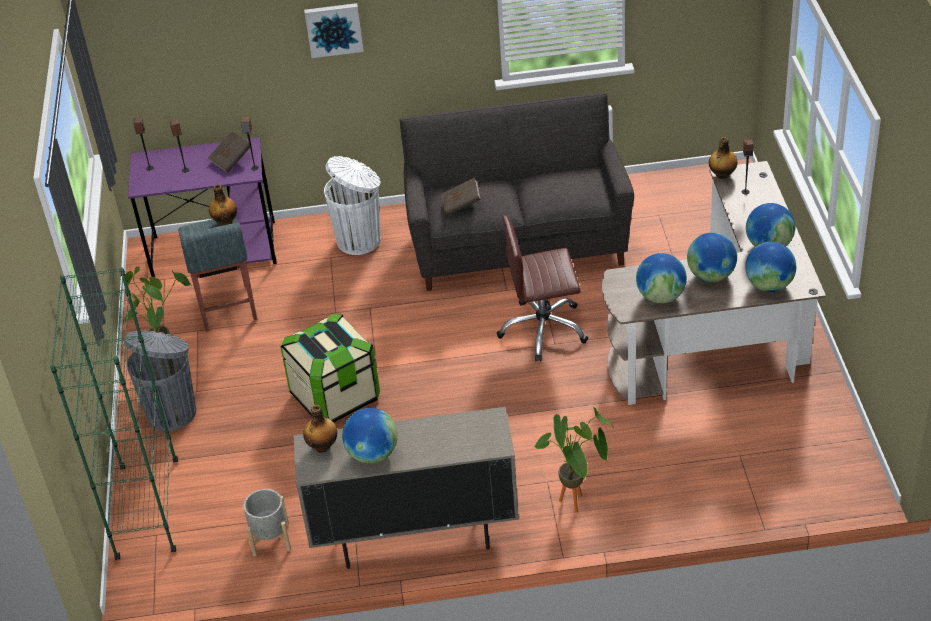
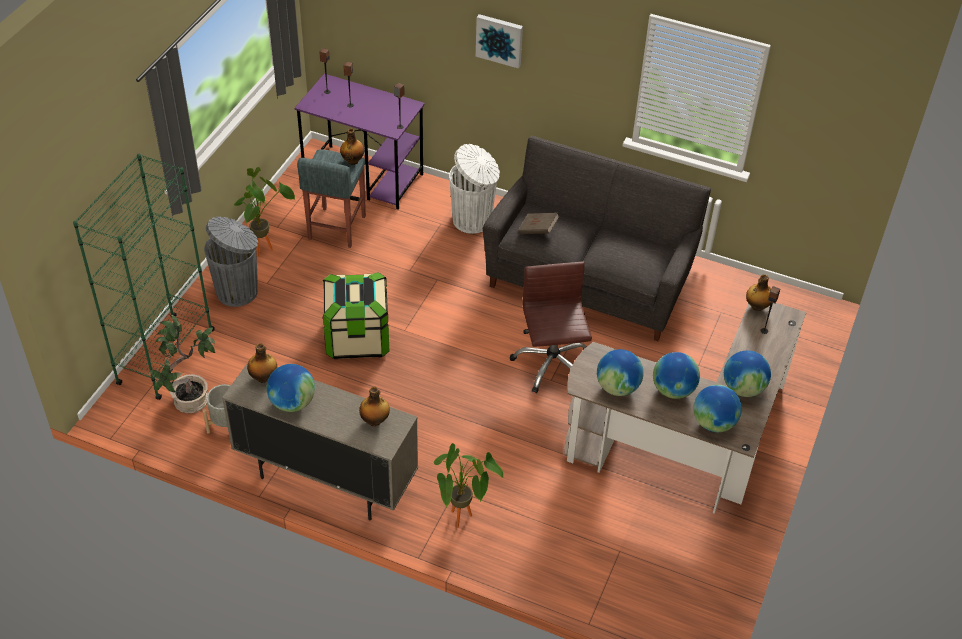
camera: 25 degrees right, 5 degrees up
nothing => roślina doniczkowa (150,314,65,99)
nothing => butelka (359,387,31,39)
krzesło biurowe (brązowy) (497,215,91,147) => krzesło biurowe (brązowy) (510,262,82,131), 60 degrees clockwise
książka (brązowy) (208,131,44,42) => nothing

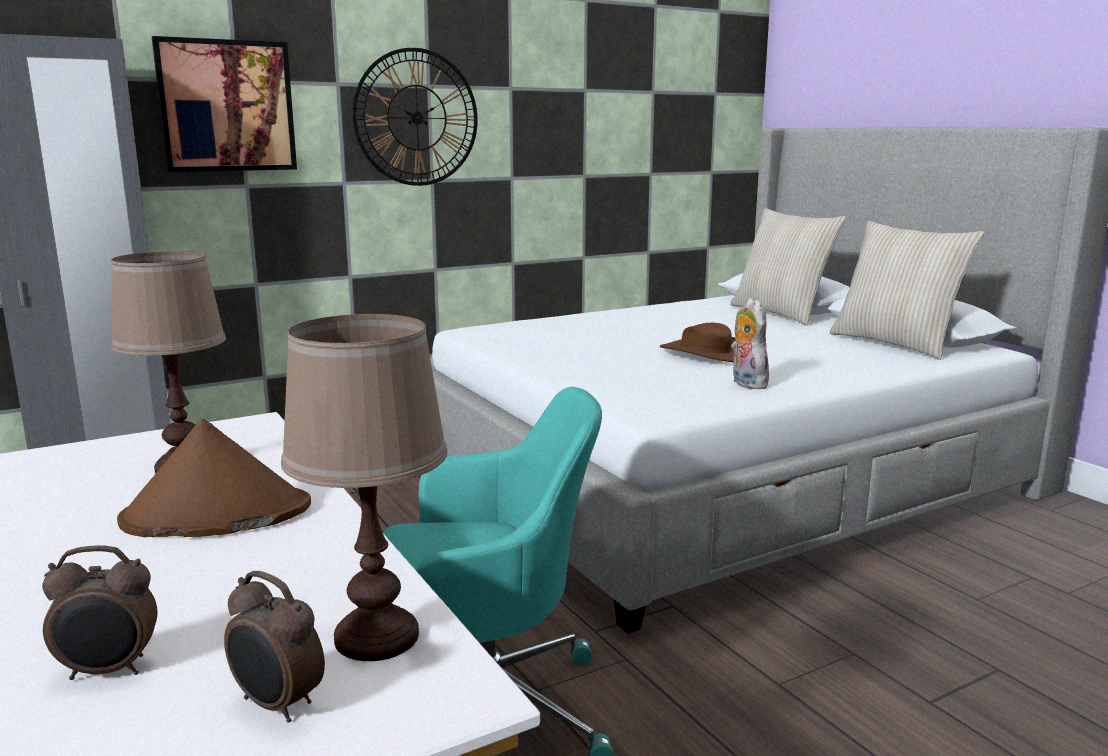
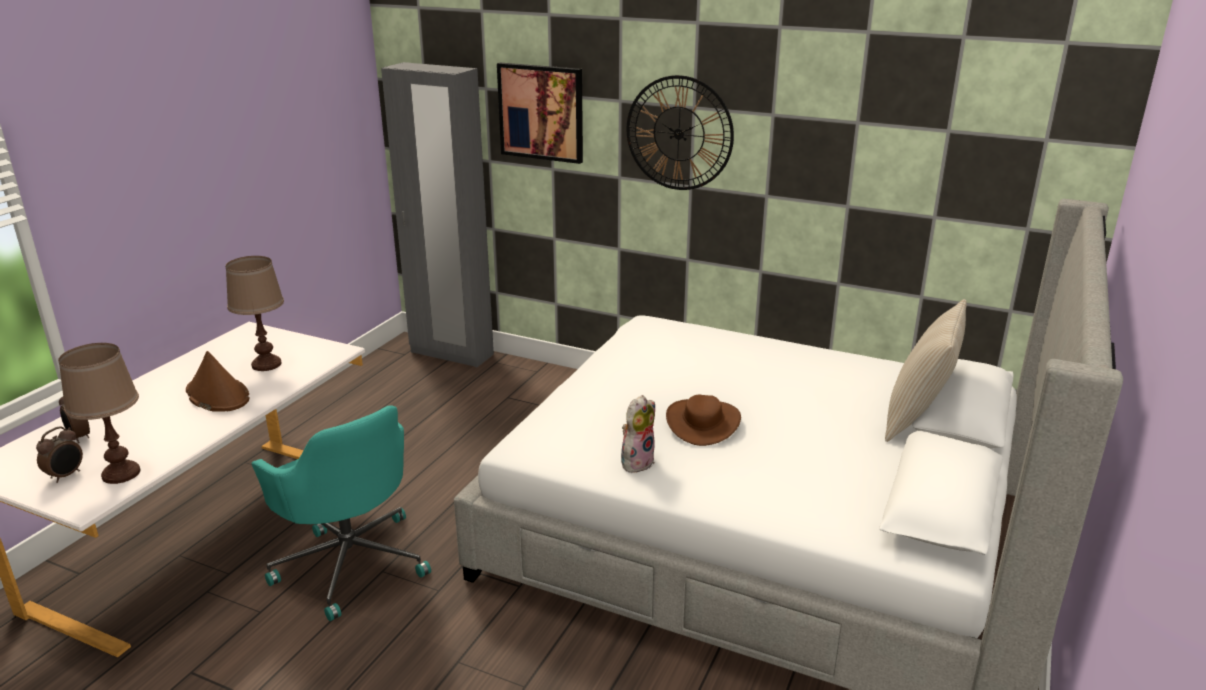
camera: 55 degrees right, 10 degrees up
budzik (224,571,101,152) => budzik (36,426,47,57), 150 degrees counterclockwise
poduszka (beżowy) (830,221,154,139) => nothing

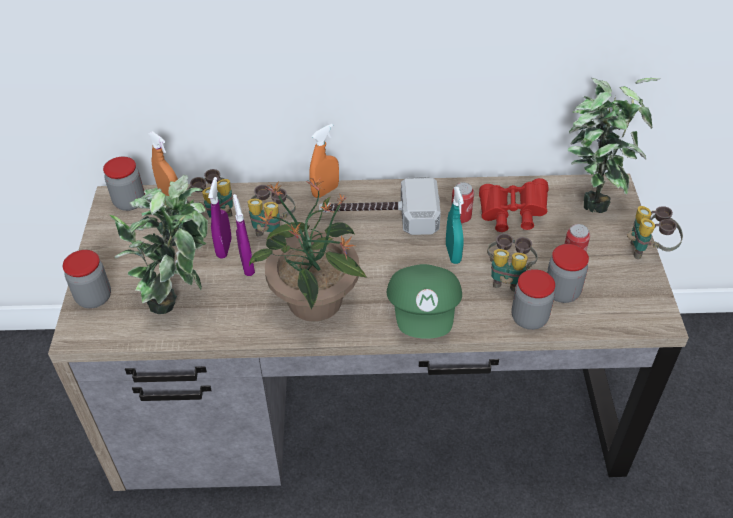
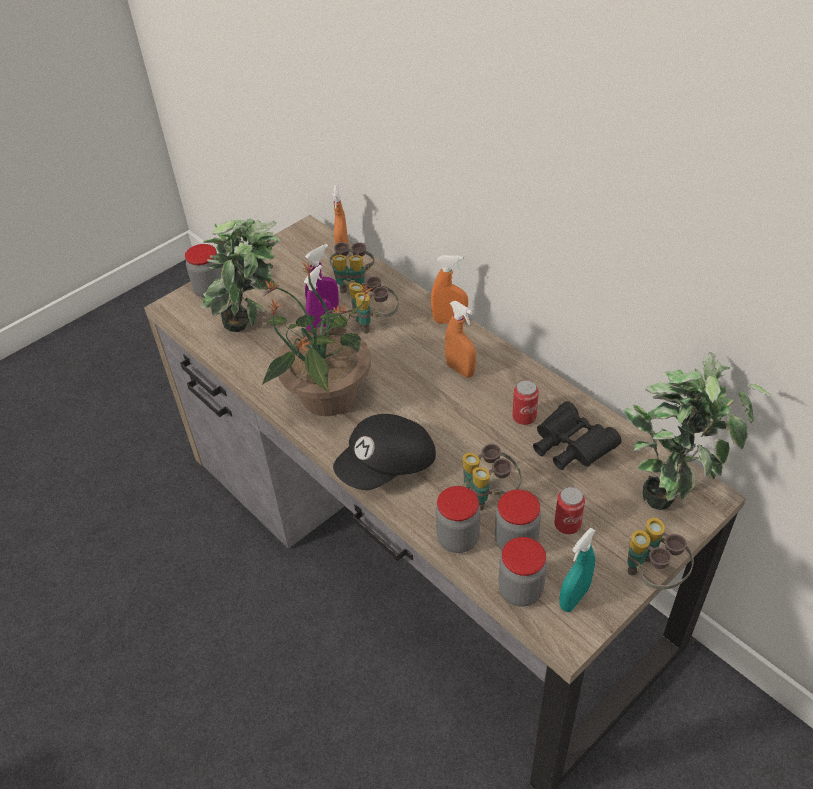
camera: 50 degrees right, 0 degrees up
czapka z daszkiem (zielony) (387,264,75,75) => czapka z daszkiem (czarny) (333,414,103,76)
młotek (319,177,122,58) => spryskiwacz (pomarańczowy) (445,301,31,77)
słoik (103,157,42,54) => słoik (499,537,48,70), shifted
lornetka (czerwony) (479,178,70,54) => lornetka (czarny) (533,401,89,69)
spryskiwacz (turkusowy) (446,187,18,77) => spryskiwacz (turkusowy) (559,528,36,84), shifted

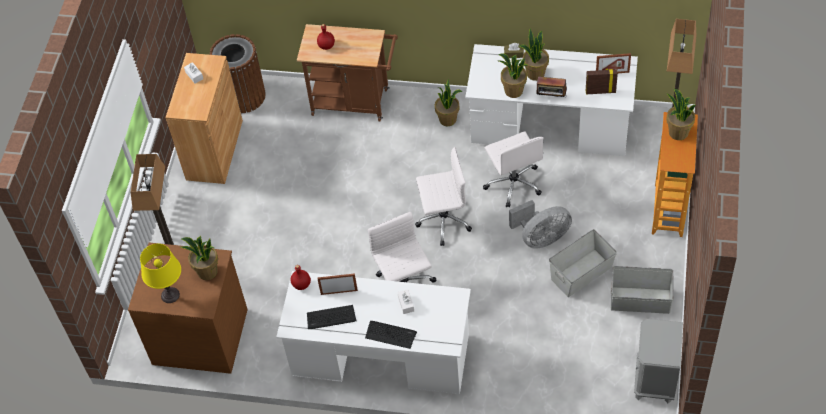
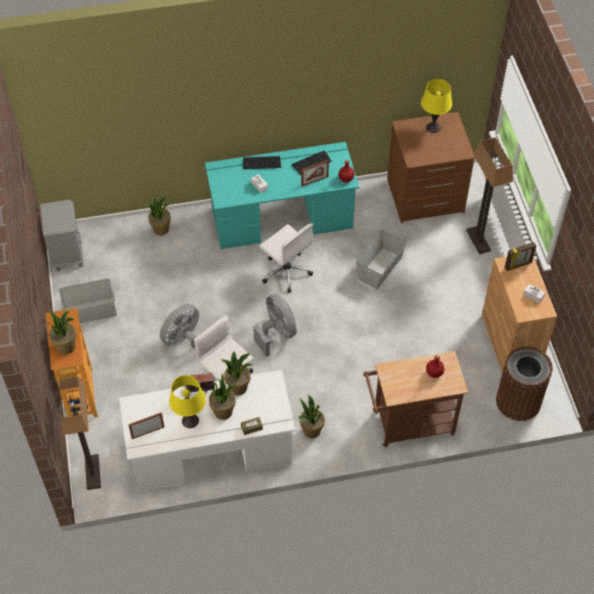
camera: 155 degrees right, 0 degrees up
roślina doniczkowa (181,236,37,44) => roślina doniczkowa (144,195,27,41), shifted
nothing => lampa stołowa (żółty) (169,375,37,53)
biurko (biały) (276,271,195,124) => biurko (turkusowy) (205,142,154,107)
krzesło biurowe (biały) (415,147,57,99) => wentylator (szary) (253,294,44,63)
pojemnik do przechowywania (szary) (549,229,68,68) => pojemnik do przechowywania (szary) (356,229,51,60), shifted
ramka na zdjęcie (586,68,32,26) => ramka na zdjęcie (505,242,31,29), shifted

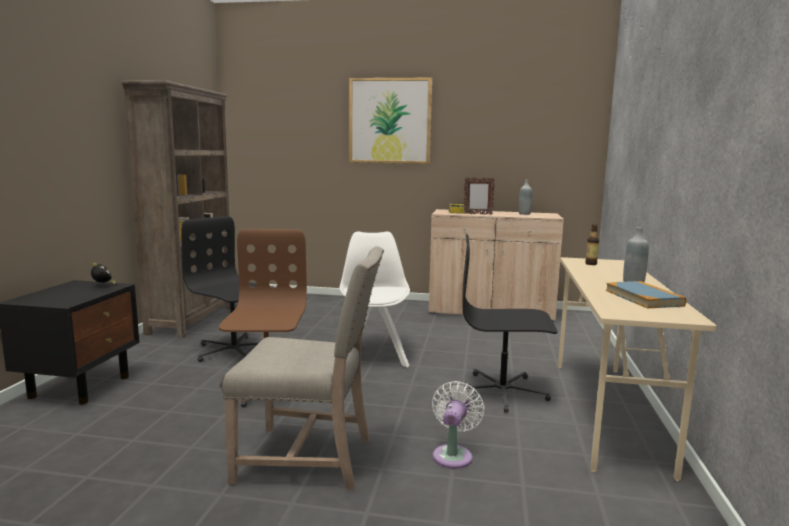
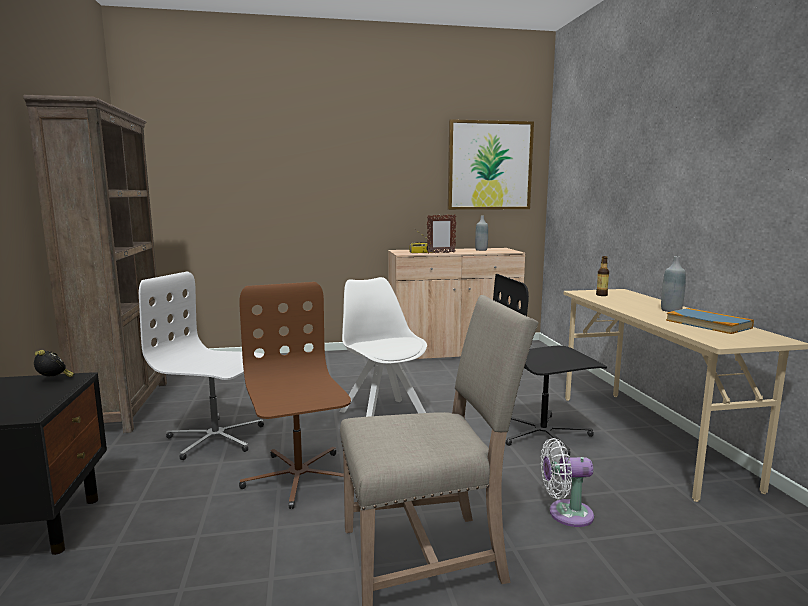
camera: 20 degrees left, 0 degrees up
krzesło biurowe (czarny) (181,216,94,146) => krzesło biurowe (biały) (139,272,125,188)
obraz (349,78,83,86) => obraz (448,119,86,91), shifted
wentylator (biały) (432,381,53,88) => wentylator (biały) (541,438,53,89), 90 degrees counterclockwise

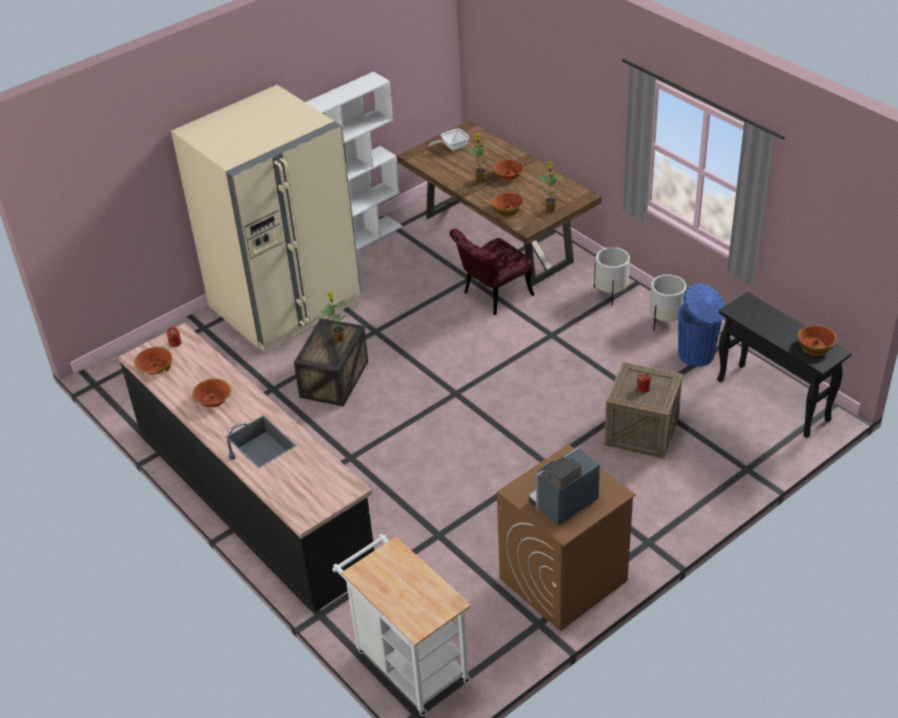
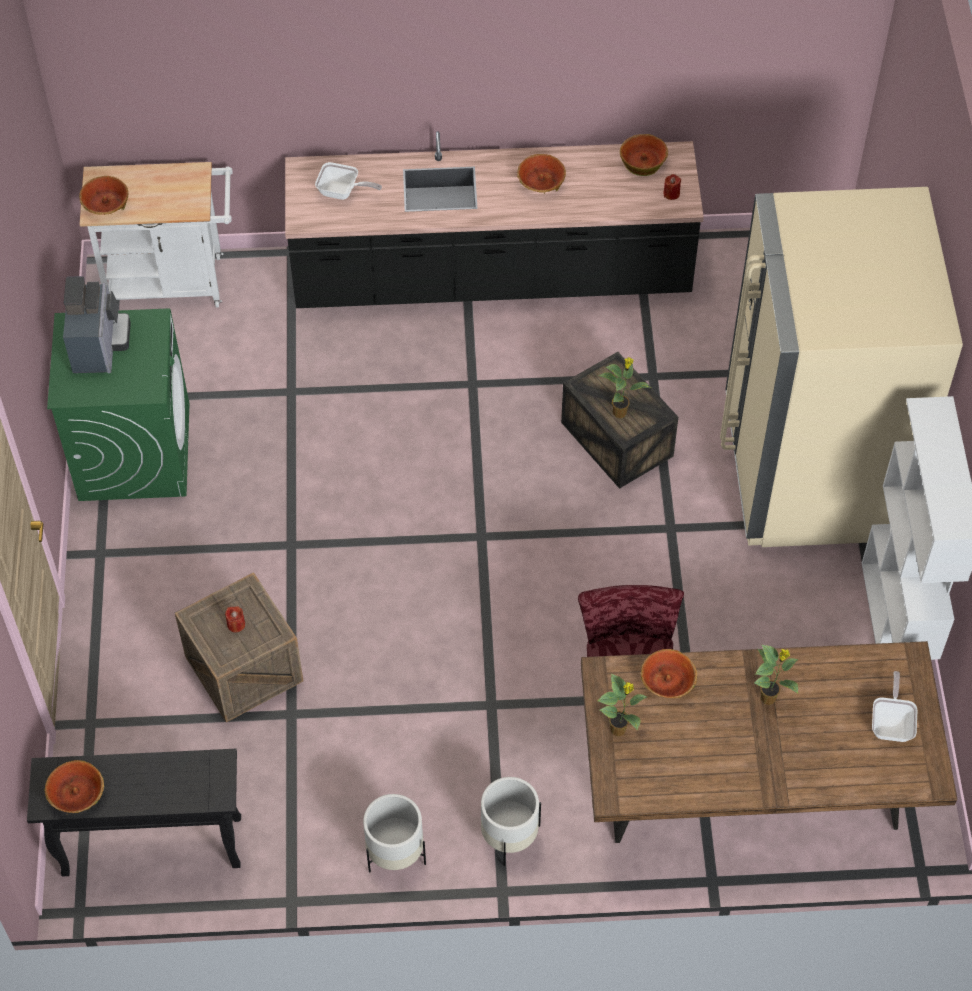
camera: 125 degrees right, 15 degrees up
pralka (brązowy) (497,444,139,187) => pralka (zielony) (47,308,143,193)
miska (493,159,32,21) => miska (79,176,49,39), shifted
nothing => patelnia (315,162,67,38)
kosz na śmieci (niebieski) (678,283,47,83) => nothing

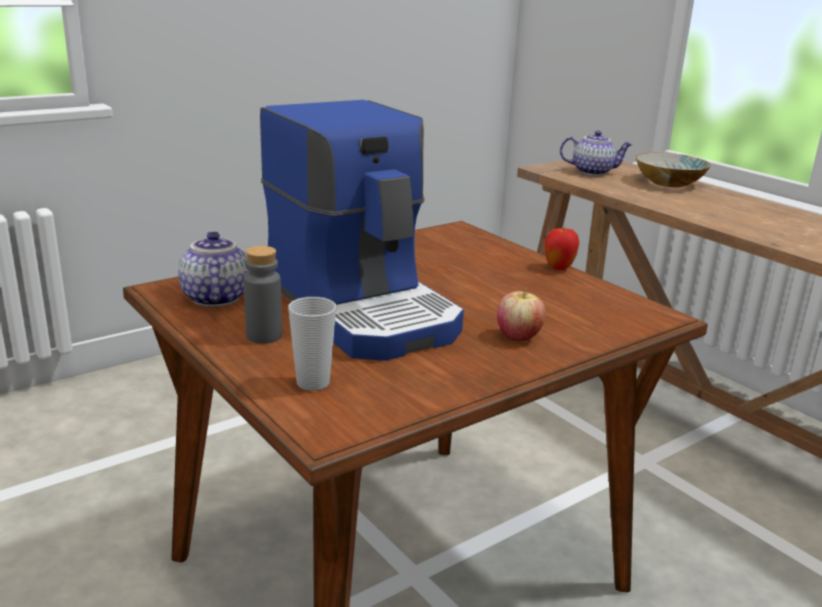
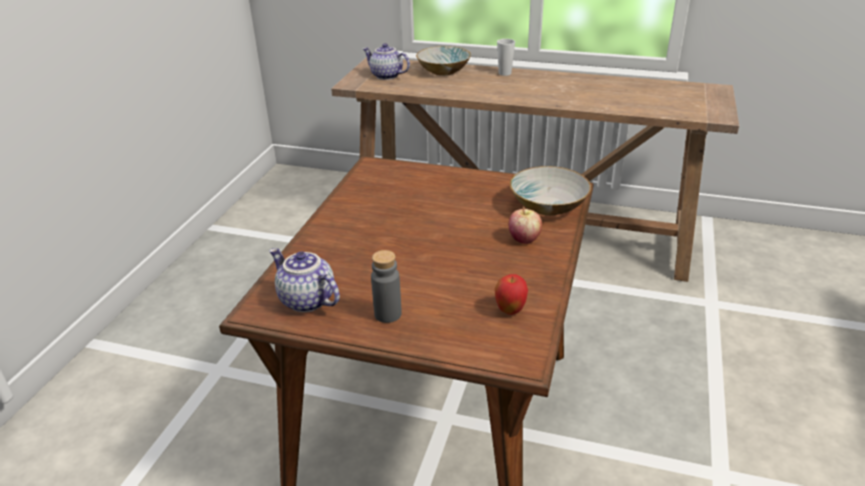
camera: 35 degrees left, 10 degrees up
imbryk (560,131,73,45) => imbryk (363,43,47,37), 120 degrees counterclockwise
jabłko (545,226,34,44) => jabłko (495,274,33,41), shifted
filiżanka (288,297,48,94) => filiżanka (497,39,18,37), shifted
nothing => miska (510,166,81,50)
ekspres do kawy (260,100,204,261) => nothing

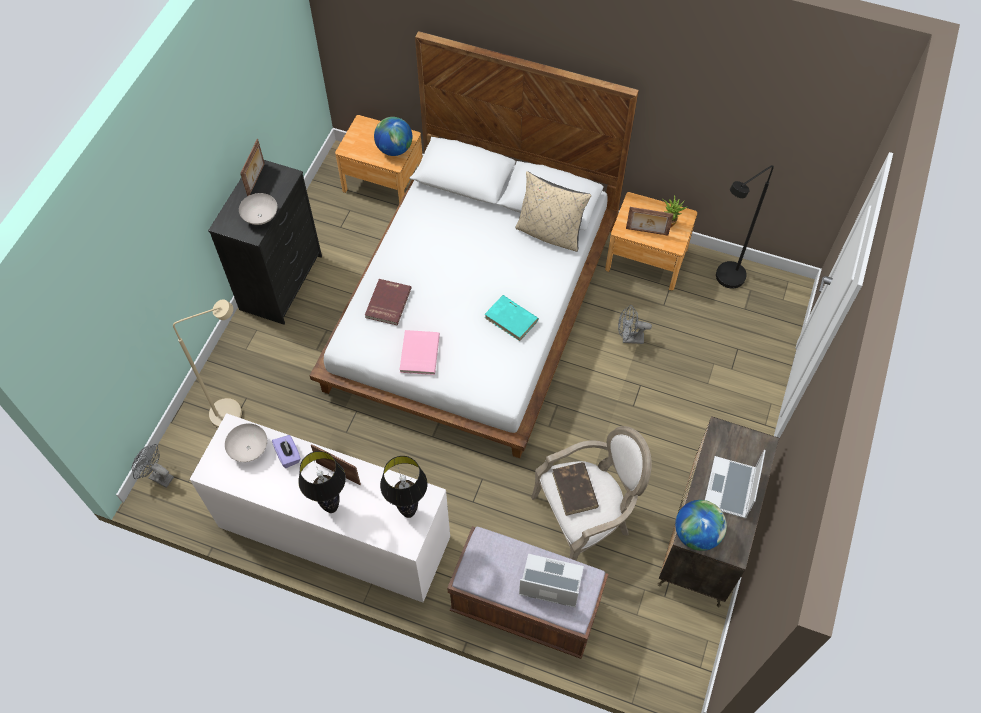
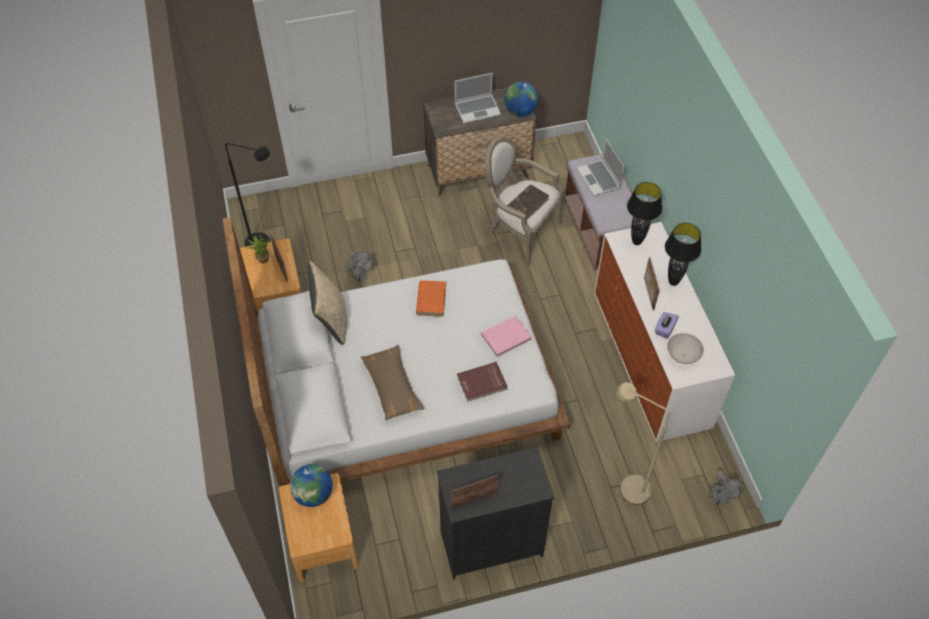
camera: 125 degrees left, 5 degrees down
nothing => poduszka (brązowy) (361,345,63,76)
książka (turkusowy) (485,295,54,46) => książka (pomarańczowy) (416,280,30,37)
miska (biały) (239,193,38,32) => nothing

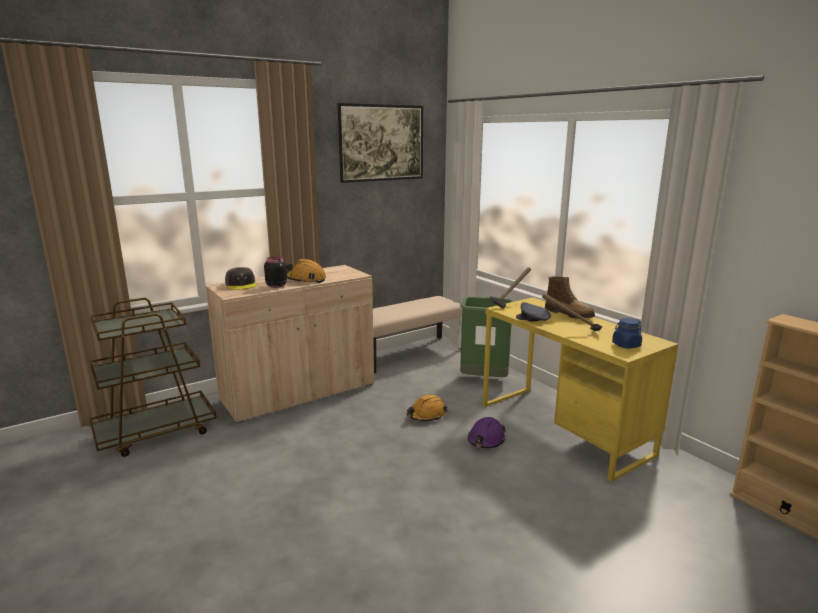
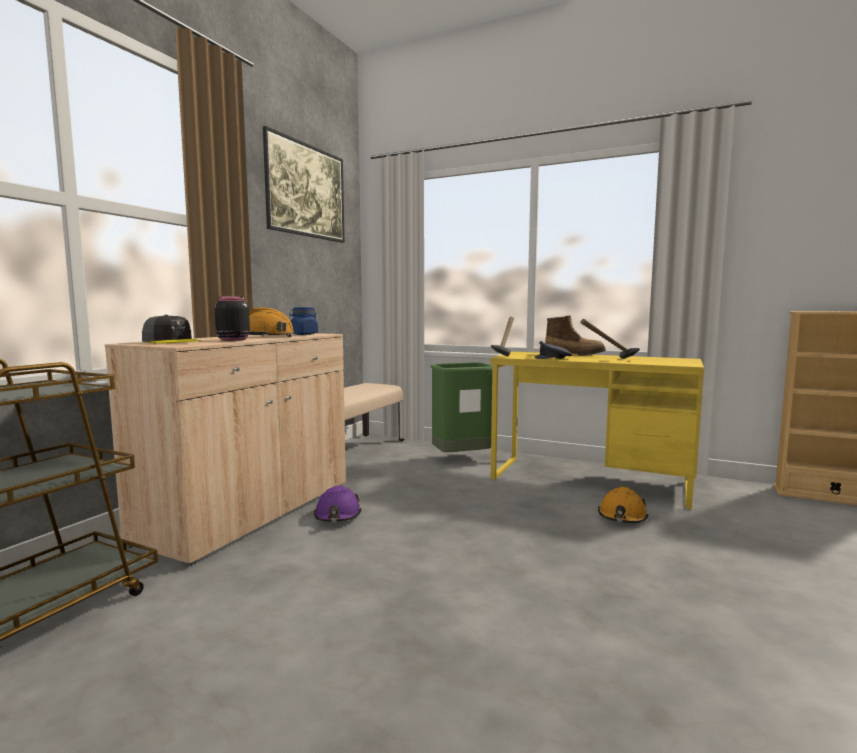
camera: 30 degrees left, 10 degrees down
słoik (niebieski) (612,318,30,31) => słoik (niebieski) (289,307,29,28), shifted
kask (fioletowy) (468,417,38,31) => kask (fioletowy) (314,486,47,36), shifted
kask (pomarańczowy) (407,395,41,26) => kask (pomarańczowy) (598,487,50,36), shifted

